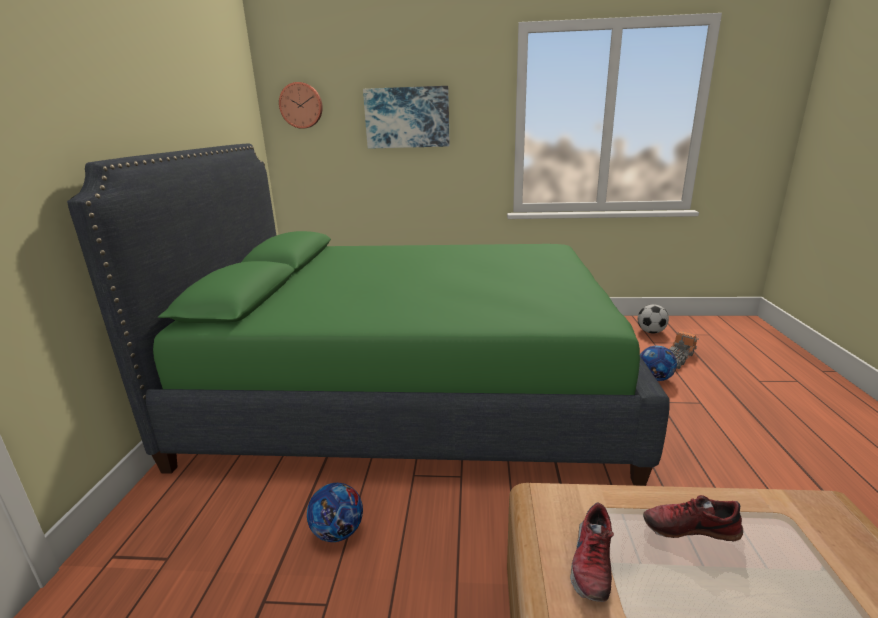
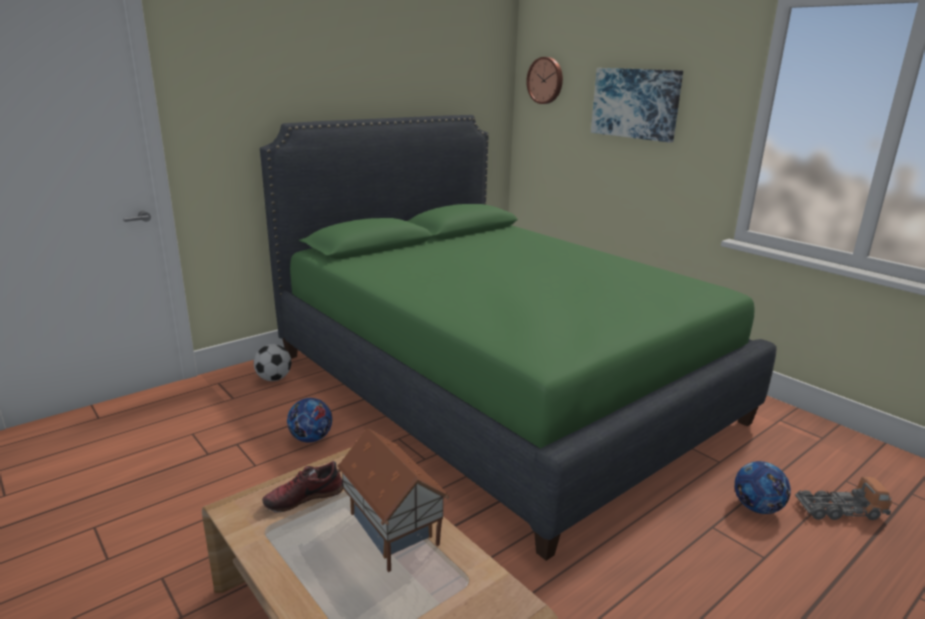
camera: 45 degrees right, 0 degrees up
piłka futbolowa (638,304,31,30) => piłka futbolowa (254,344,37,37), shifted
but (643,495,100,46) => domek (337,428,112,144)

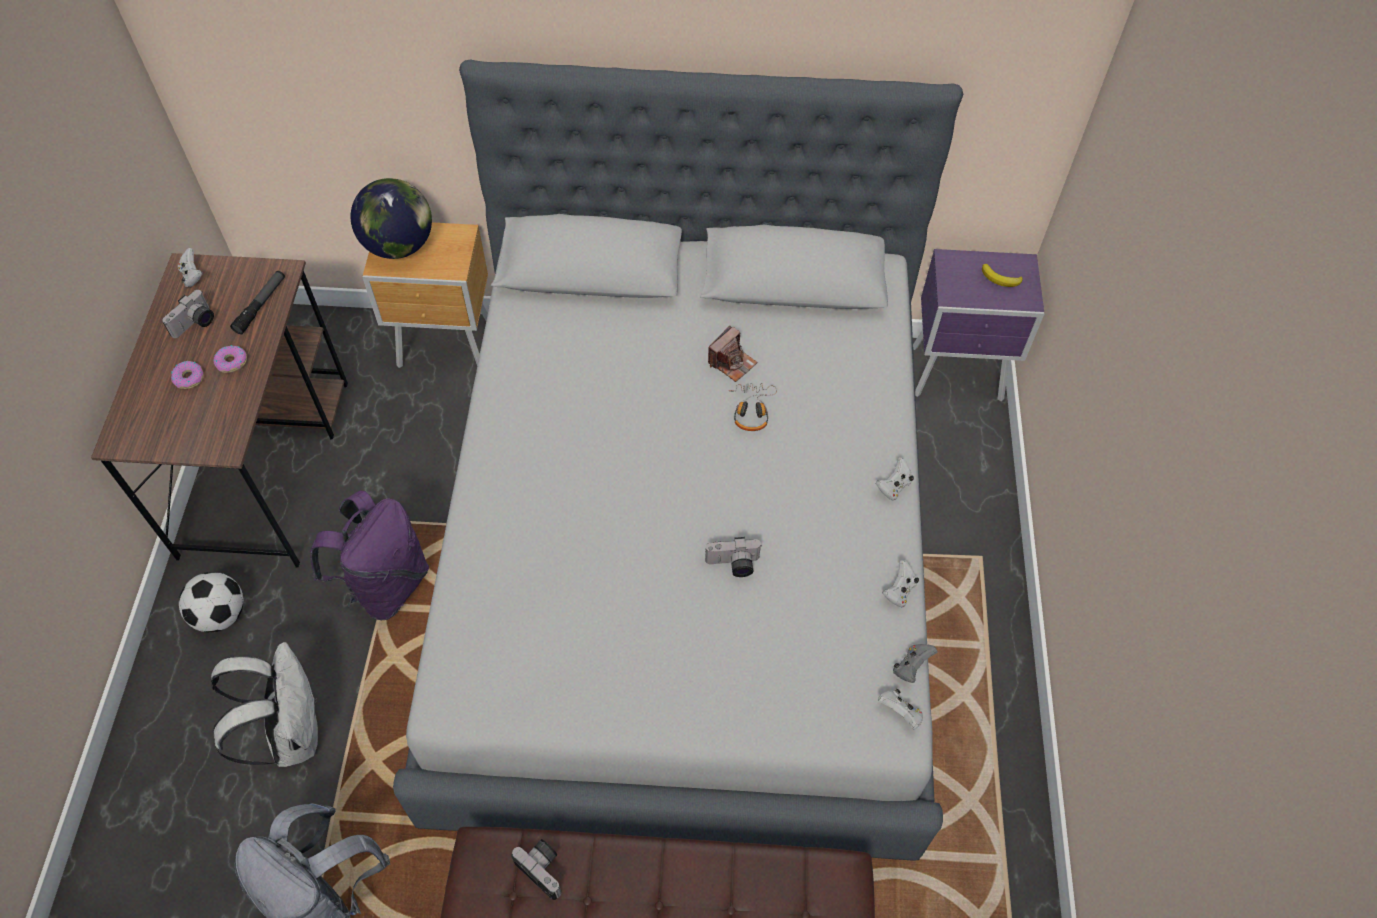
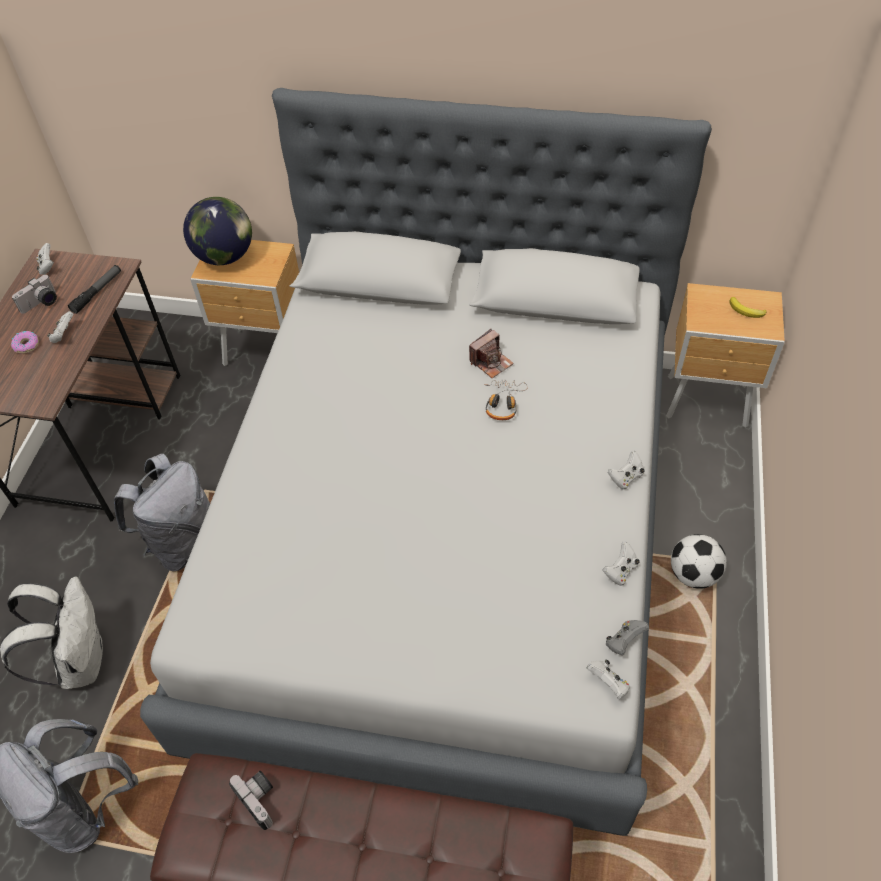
camera: 10 degrees right, 5 degrees down
donut (213,345,34,28) => pad do gier (biały) (47,311,27,32)
plecak (fioletowy) (310,491,119,129) => plecak (szary) (114,453,96,118)
szafka nocna (fioletowy) (913,249,131,152) => szafka nocna (brązowy) (666,283,119,145)
piłka futbolowa (179,572,65,60) => piłka futbolowa (671,534,56,55), shifted
aparat fotograficzny (705,537,57,40) => nothing

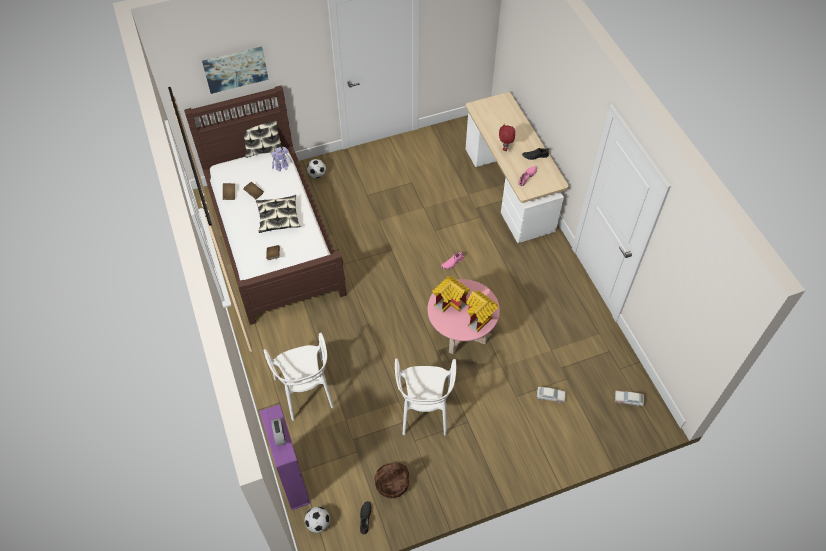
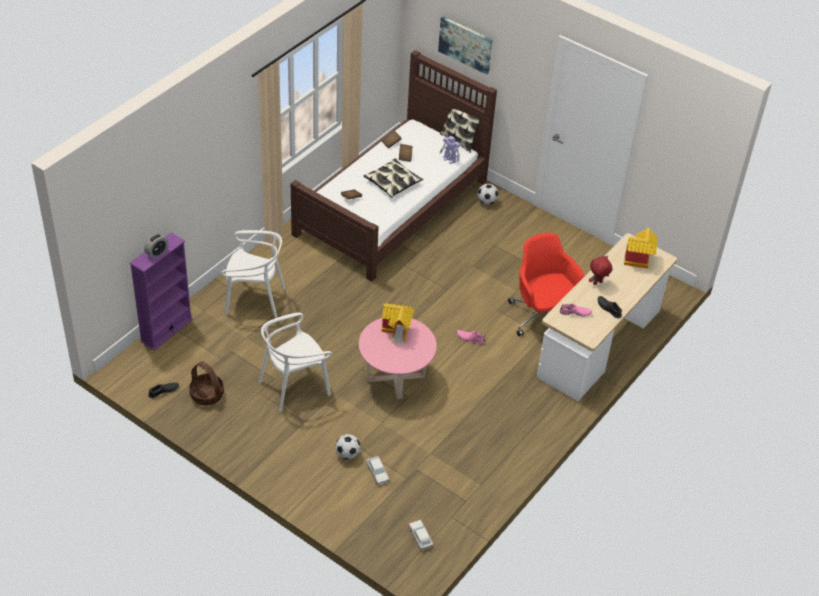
camera: 55 degrees right, 10 degrees down
krzesło (biały) (264,333,70,88) => krzesło (biały) (221,230,65,88), 120 degrees counterclockwise
piłka futbolowa (305,507,25,26) => piłka futbolowa (335,434,25,26), shifted
nothing => krzesło biurowe (czerwony) (508,233,77,103)
domek (466,291,32,42) => domek (624,228,34,41), shifted

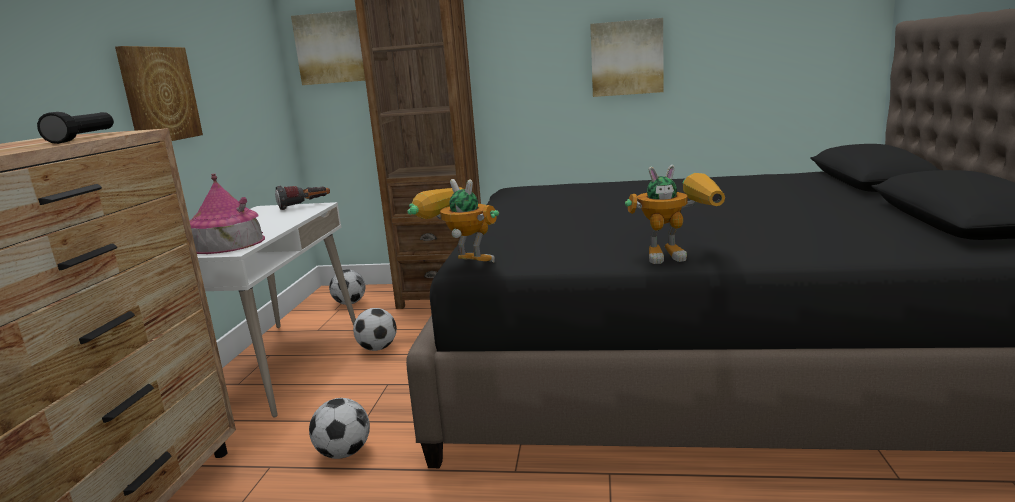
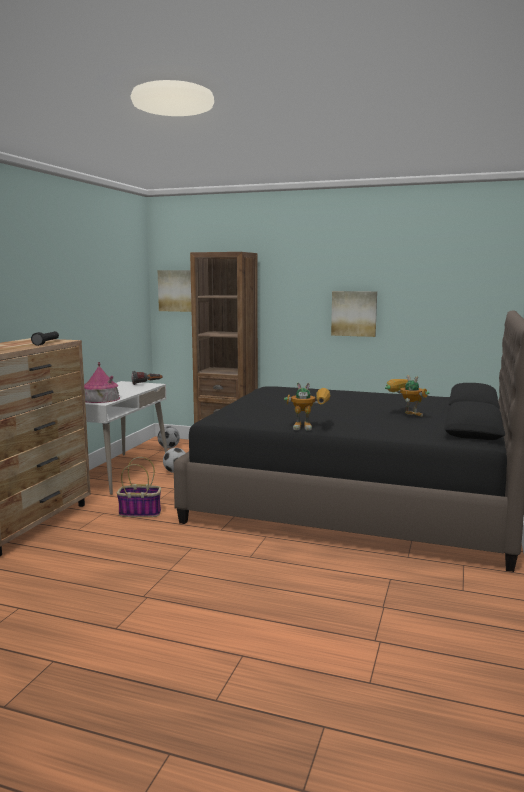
camera: 10 degrees right, 5 degrees down
piłka futbolowa (309,398,61,61) => koszyk (117,457,44,60)
robot zabawkowy (407,179,92,83) => robot zabawkowy (385,375,44,42), shifted
obraz (115,46,88,95) => nothing

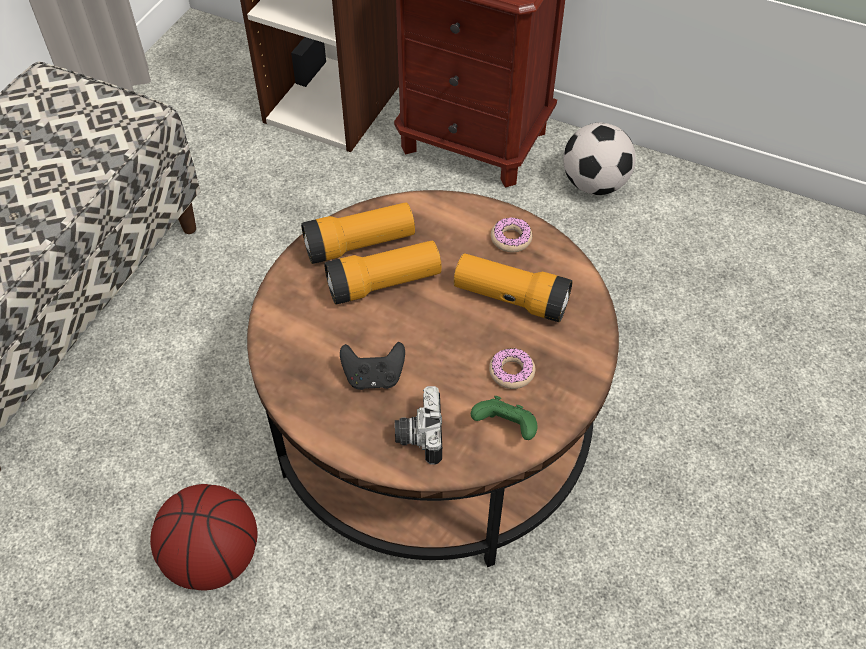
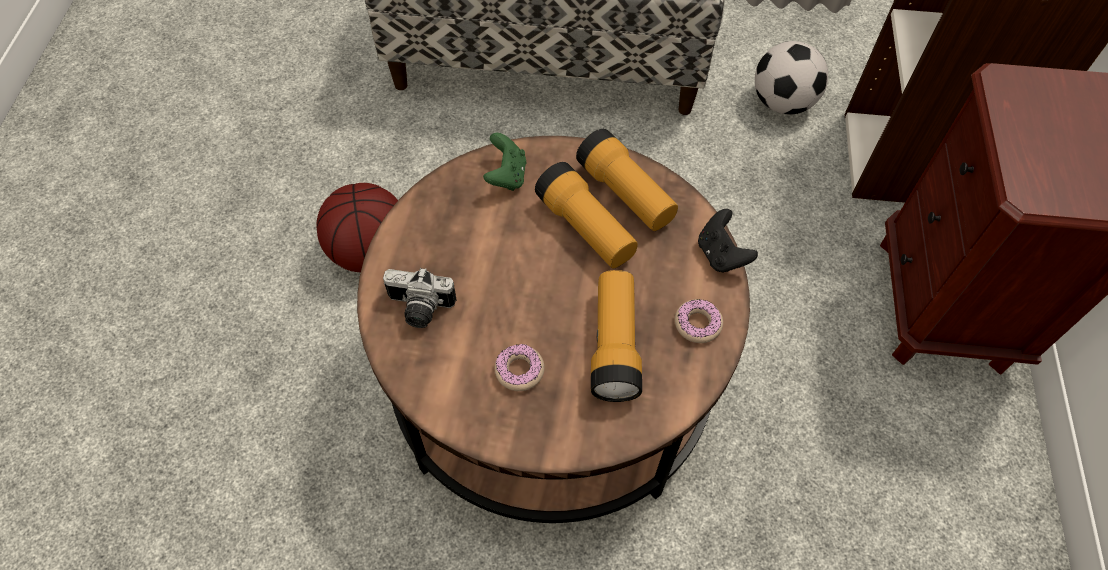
camera: 70 degrees right, 5 degrees up
aparat fotograficzny (395,386,47,79) => aparat fotograficzny (383,268,74,60), 150 degrees counterclockwise
pad do gier (zielony) (471,396,67,44) => pad do gier (zielony) (483,133,43,58), shifted
pad do gier (czarny) (340,342,65,48) => pad do gier (czarny) (698,209,60,64), shifted
piłka futbolowa (563,123,72,72) => piłka futbolowa (755,41,73,74), shifted

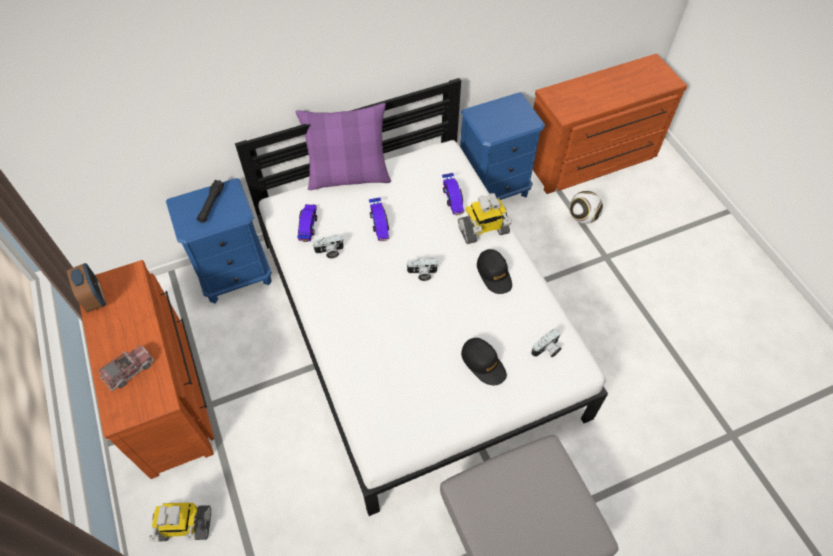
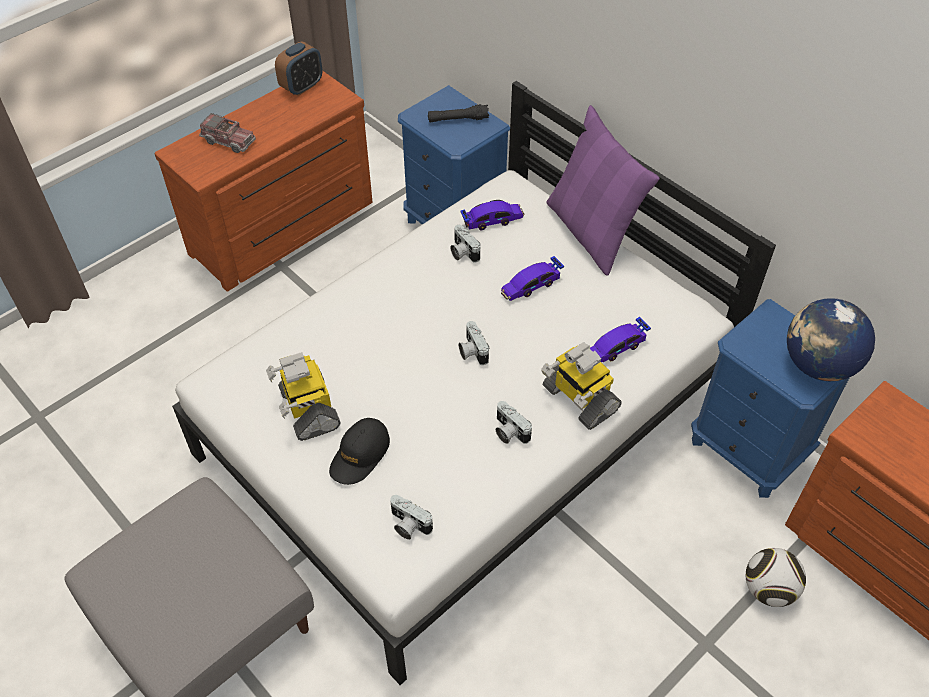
camera: 70 degrees right, 5 degrees down
robot zabawkowy (149,502,62,40) => robot zabawkowy (266,352,75,89), shifted
czapka z daszkiem (czarny) (477,249,35,45) => aparat fotograficzny (496,401,36,43)
nothing => globus (787,298,88,83)

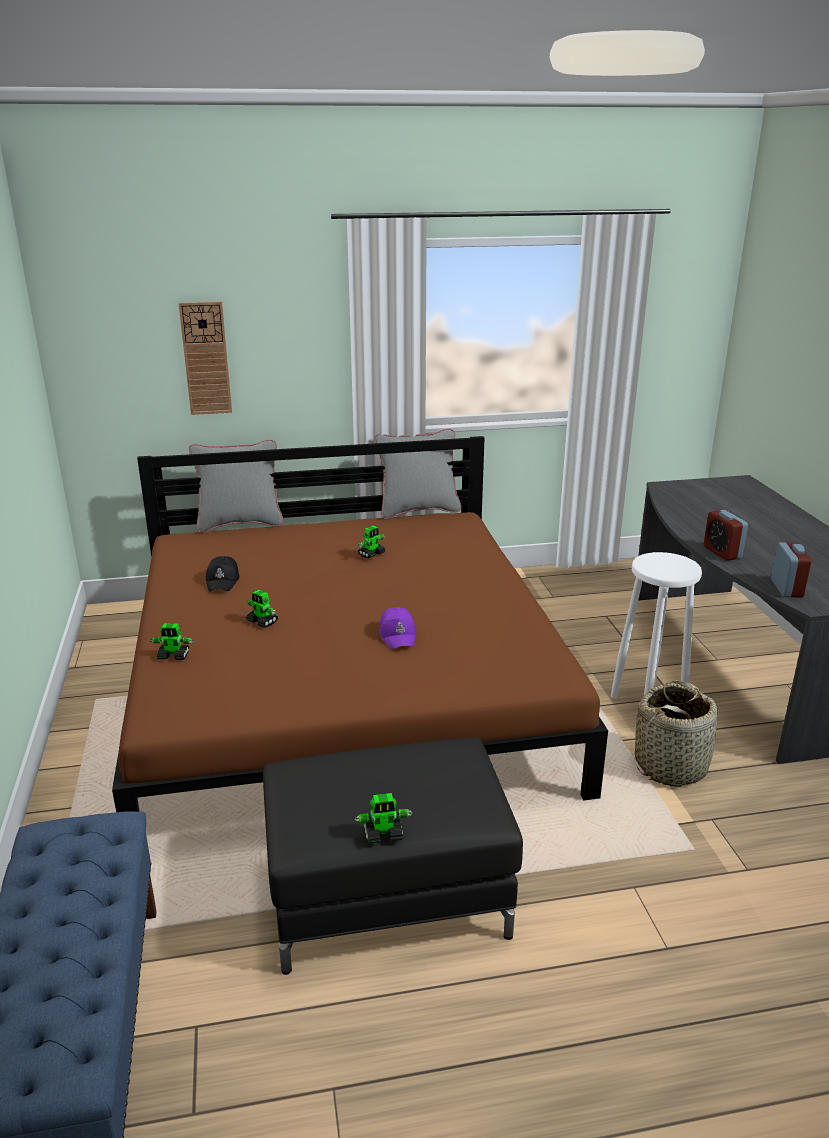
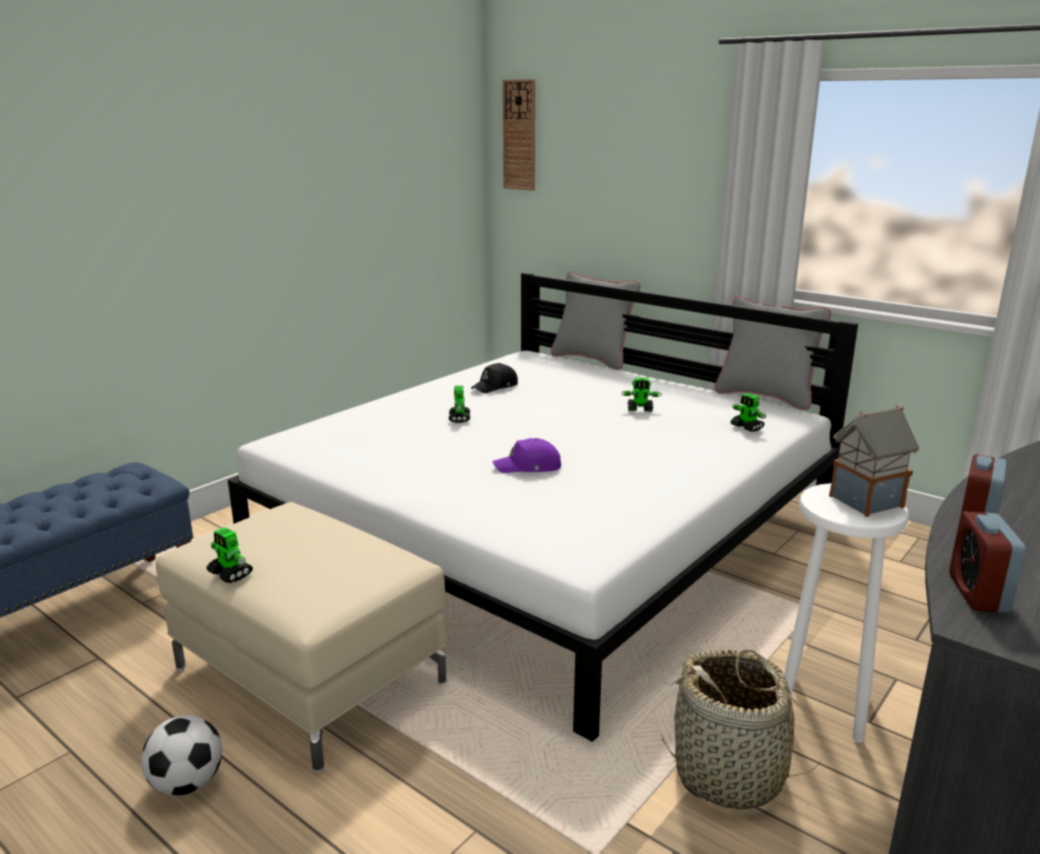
camera: 50 degrees right, 5 degrees down
nothing => piłka futbolowa (141,715,81,81)
pufa (czarny) (263,737,260,238) => pufa (beżowy) (156,502,290,271)
łóżko (brązowy) (112,436,496,376) => łóżko (biały) (228,273,630,469)
czapka z daszkiem (fioletowy) (379,607,37,42) => czapka z daszkiem (fioletowy) (492,438,69,35), 45 degrees clockwise
zegar ścienny (179,301,53,114) => zegar ścienny (503,79,32,112), shifted
robot zabawkowy (150,623,44,37) => robot zabawkowy (731,393,35,39), shifted
nothing => domek (829,406,90,111)
budzik (771,542,40,56) => budzik (949,511,77,102), 135 degrees clockwise

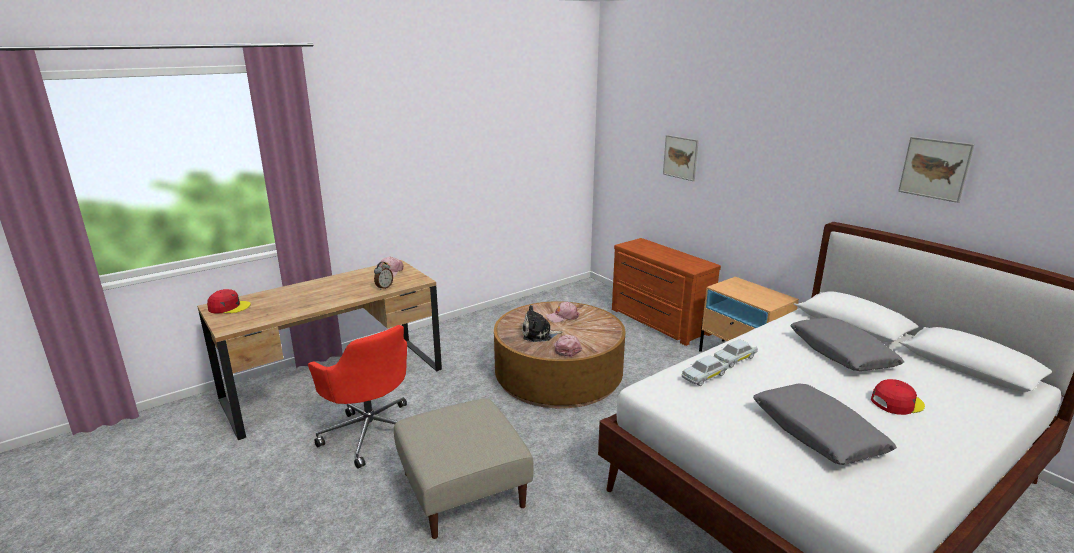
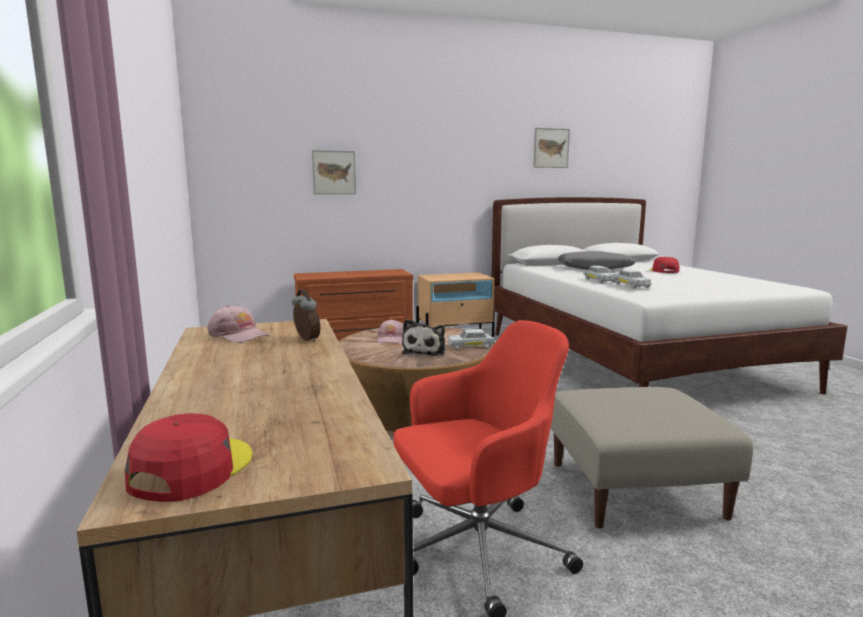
camera: 70 degrees left, 10 degrees down
czapka z daszkiem (różowy) (554,335,28,22) => samochodzik (biały) (448,329,47,21)
poduszka (szary) (753,383,144,82) => nothing

